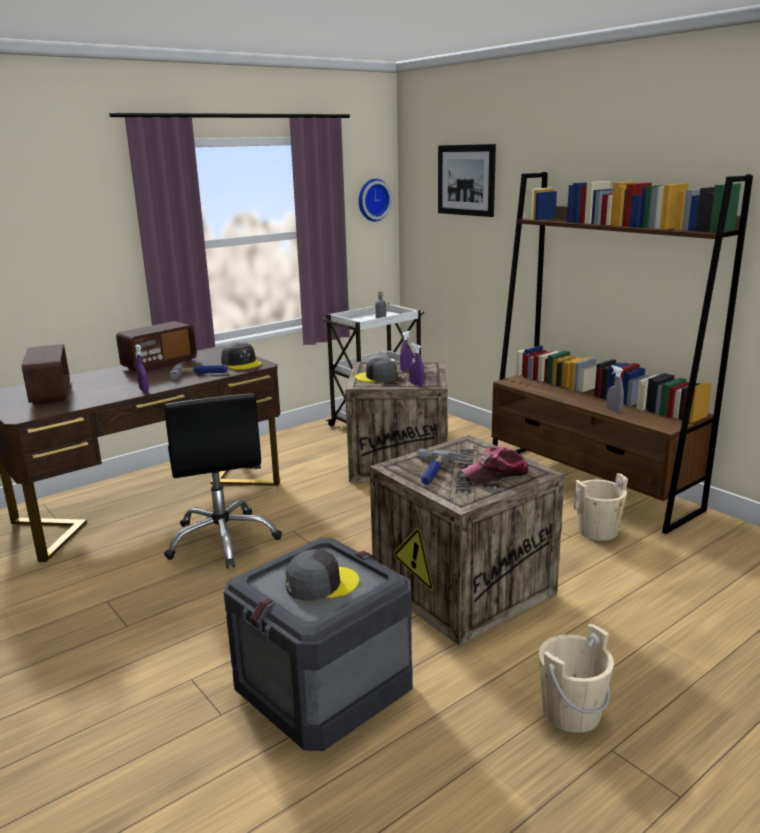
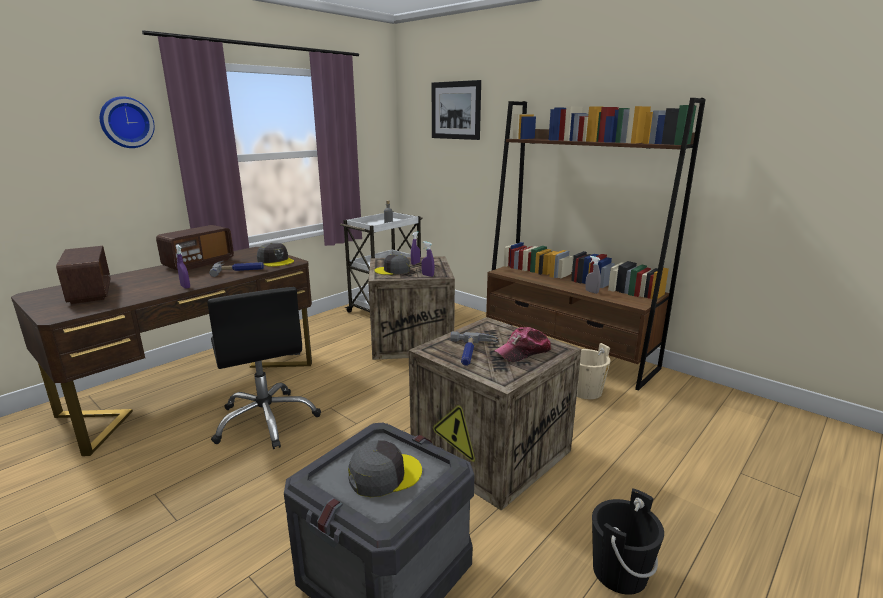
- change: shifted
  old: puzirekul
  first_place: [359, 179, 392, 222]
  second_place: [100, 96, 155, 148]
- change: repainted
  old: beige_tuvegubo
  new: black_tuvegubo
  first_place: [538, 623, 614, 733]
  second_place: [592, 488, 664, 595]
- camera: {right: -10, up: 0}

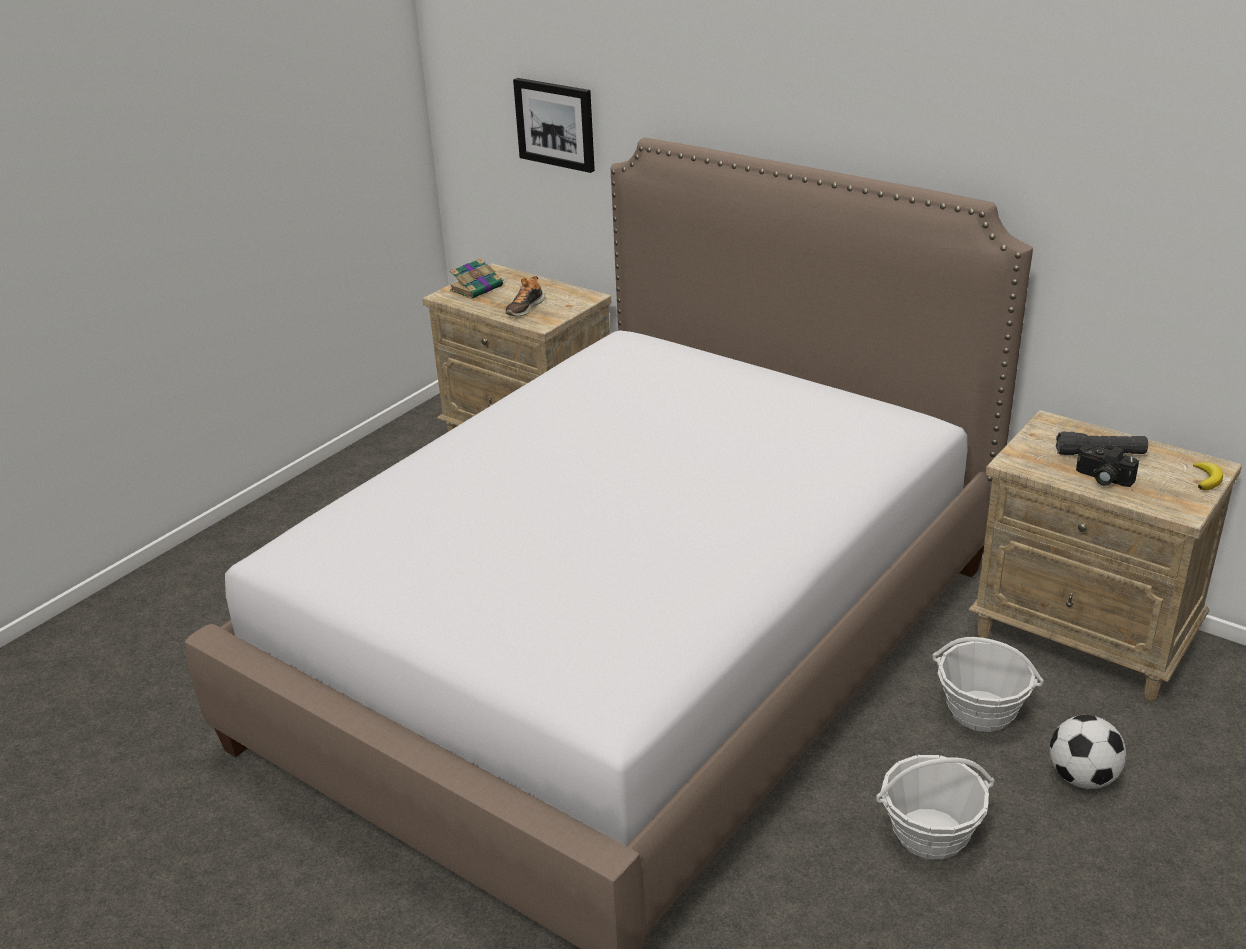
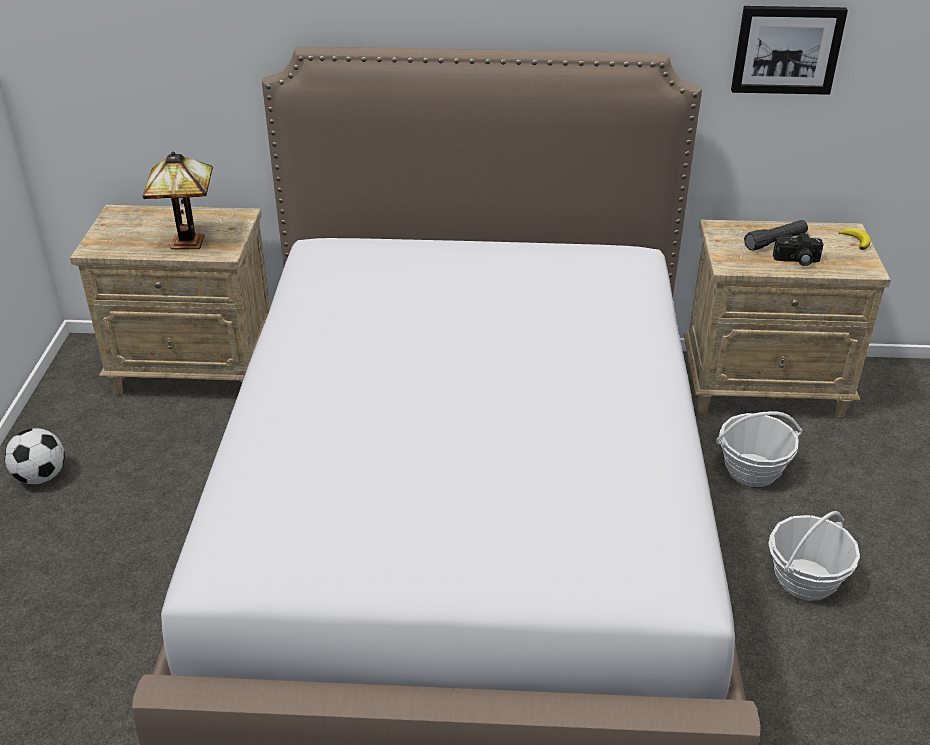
- change: shifted
  old: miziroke
  first_place: [1050, 715, 1126, 789]
  second_place: [4, 428, 65, 484]
- change: swapped
  old: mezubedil
  new: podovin
  first_place: [505, 276, 545, 316]
  second_place: [143, 152, 213, 249]
- change: shifted
  old: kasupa
  first_place: [513, 78, 595, 173]
  second_place: [731, 6, 848, 95]
- change: gone
  old: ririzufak
  first_place: [450, 258, 503, 299]
- camera: {right: -35, up: 5}

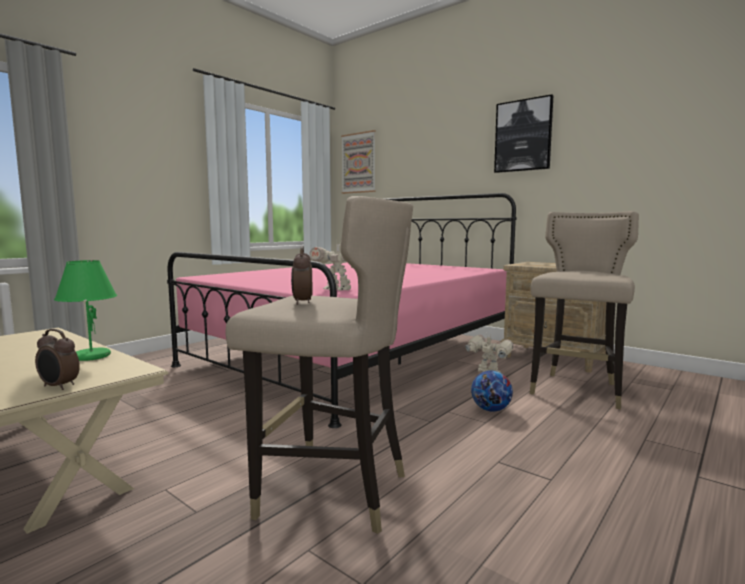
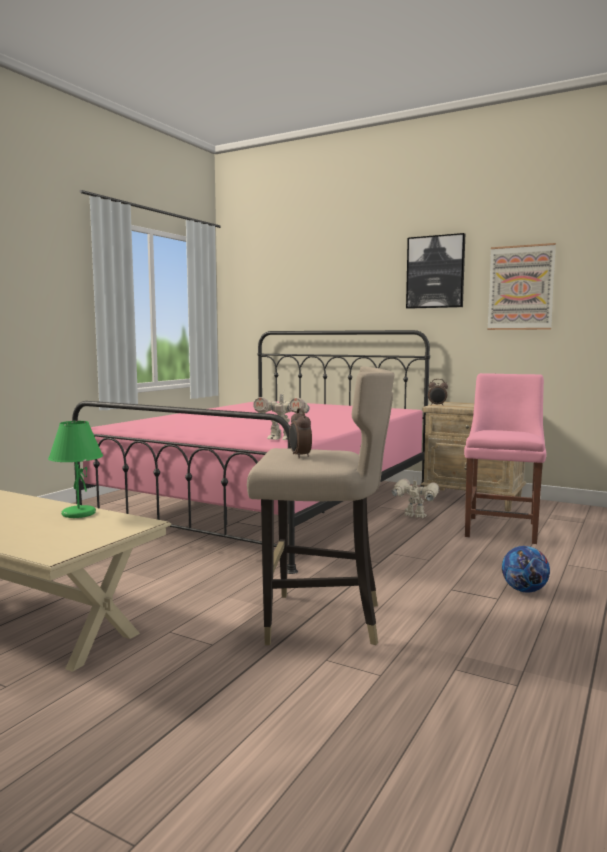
- change: shifted
  old: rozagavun
  first_place: [35, 329, 80, 390]
  second_place: [428, 379, 448, 406]
- change: swapped
  old: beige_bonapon
  new: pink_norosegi
  first_place: [530, 211, 639, 409]
  second_place: [464, 373, 546, 544]
- change: shifted
  old: kasupa
  first_place: [341, 130, 376, 194]
  second_place: [487, 243, 556, 330]
- change: shifted
  old: miziroke
  first_place: [471, 370, 513, 412]
  second_place: [502, 546, 550, 593]
- camera: {right: -10, up: 0}

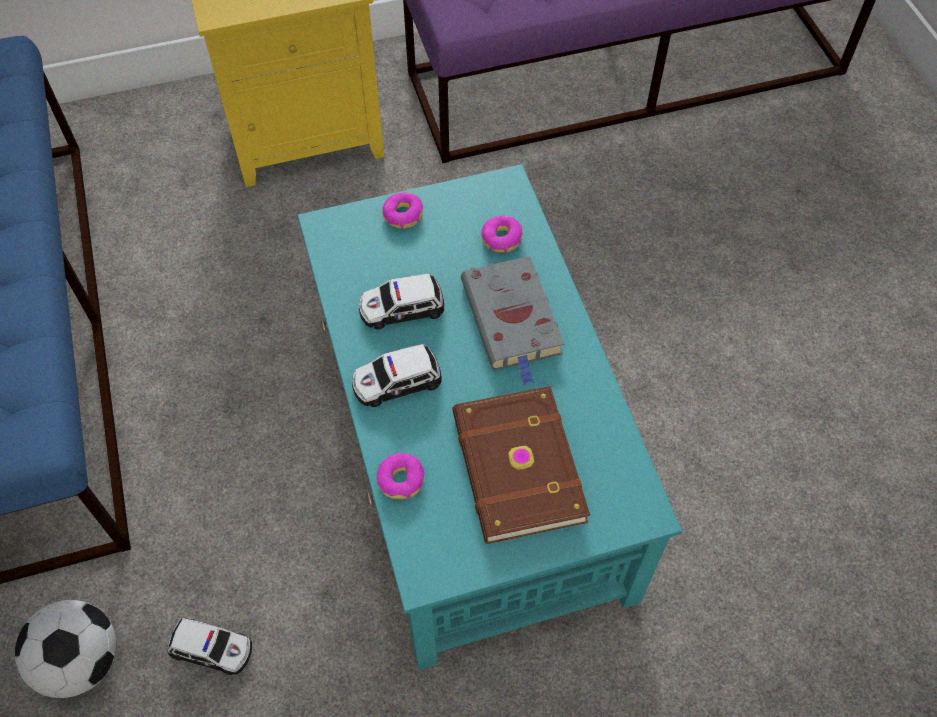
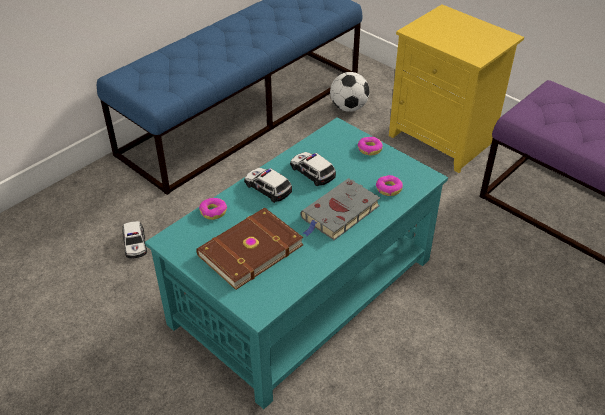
- change: shifted
  old: miziroke
  first_place: [15, 600, 116, 698]
  second_place: [330, 72, 369, 112]
- camera: {right: 60, up: -15}

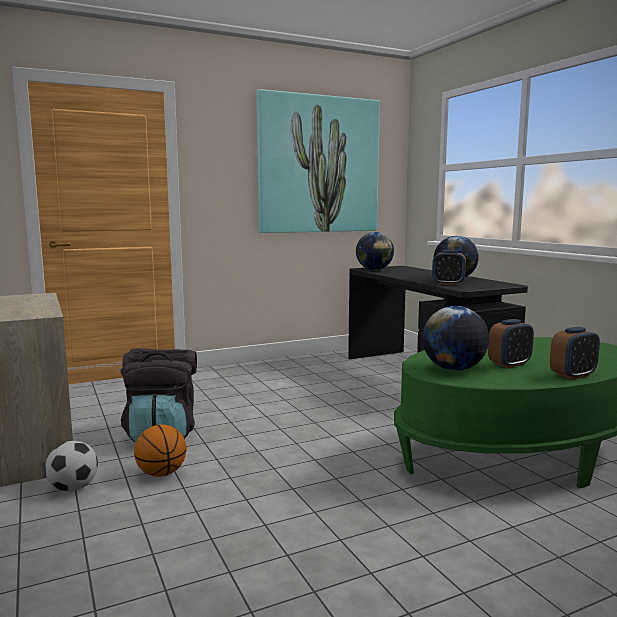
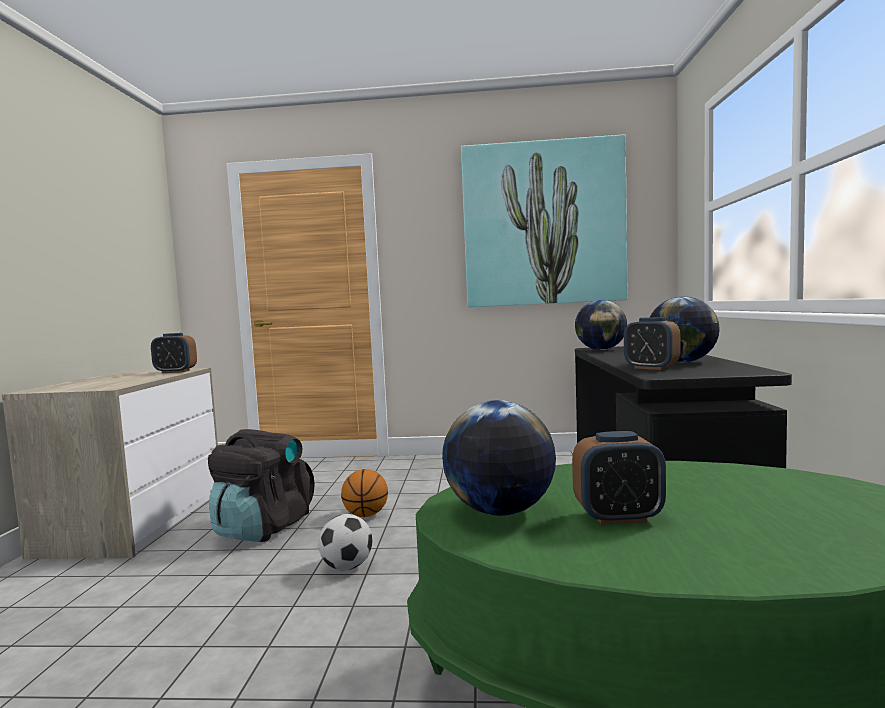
- change: shifted
  old: rozagavun
  first_place: [550, 327, 600, 380]
  second_place: [151, 333, 197, 373]
- change: shifted
  old: miziroke
  first_place: [45, 441, 98, 491]
  second_place: [319, 514, 372, 570]
- change: shifted
  old: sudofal
  first_place: [134, 425, 186, 477]
  second_place: [341, 469, 388, 517]
- camera: {right: 30, up: -5}

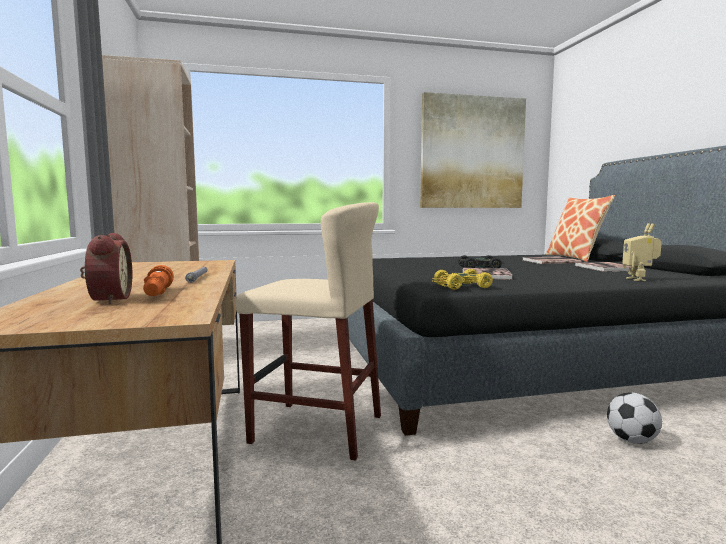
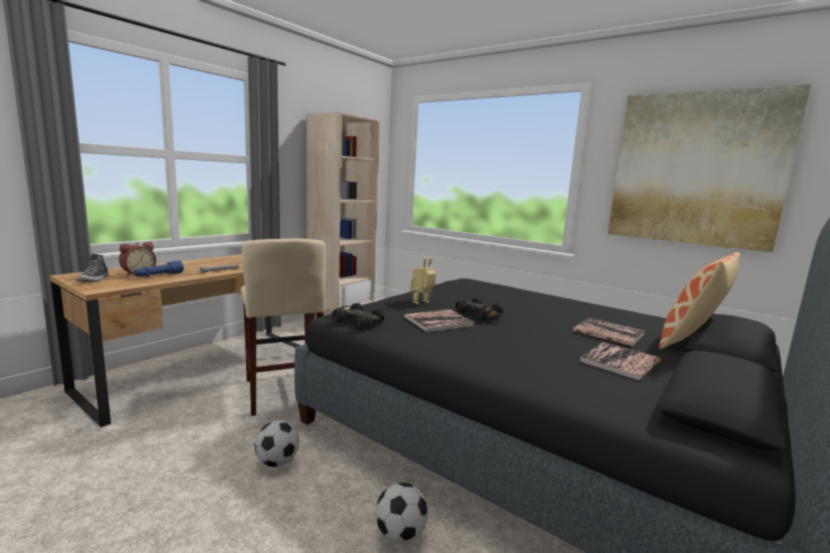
- change: new
  new: mezubedil
  second_place: [77, 254, 109, 282]
- change: repainted
  old: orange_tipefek
  new: blue_tipefek
  first_place: [143, 265, 174, 296]
  second_place: [133, 261, 184, 277]
- change: new
  new: miziroke
  second_place: [255, 420, 299, 467]
- change: repainted
  old: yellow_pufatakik
  new: black_pufatakik
  first_place: [432, 269, 493, 290]
  second_place: [332, 303, 385, 329]
- change: shifted
  old: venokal
  first_place: [622, 223, 662, 281]
  second_place: [410, 257, 436, 304]
- camera: {right: 50, up: 5}

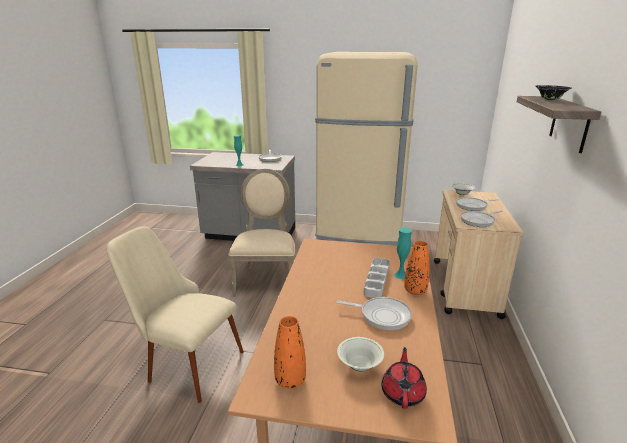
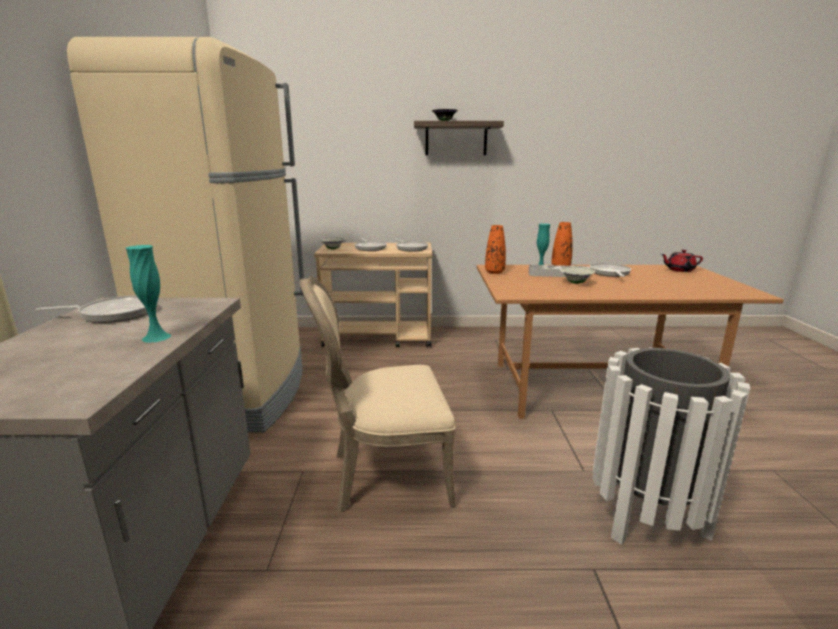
- change: shifted
  old: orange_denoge
  first_place: [274, 316, 306, 389]
  second_place: [485, 225, 506, 274]
- change: shifted
  old: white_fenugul
  first_place: [337, 337, 384, 372]
  second_place: [560, 266, 595, 284]
- change: swapped
  old: beige_norosegi
  new: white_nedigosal
  first_place: [107, 226, 244, 403]
  second_place: [593, 348, 750, 545]
- camera: {right: -100, up: -5}

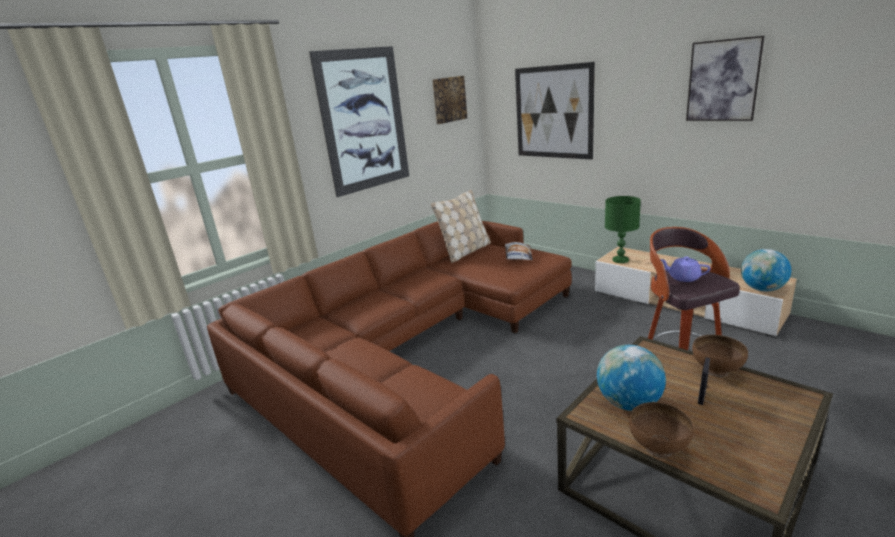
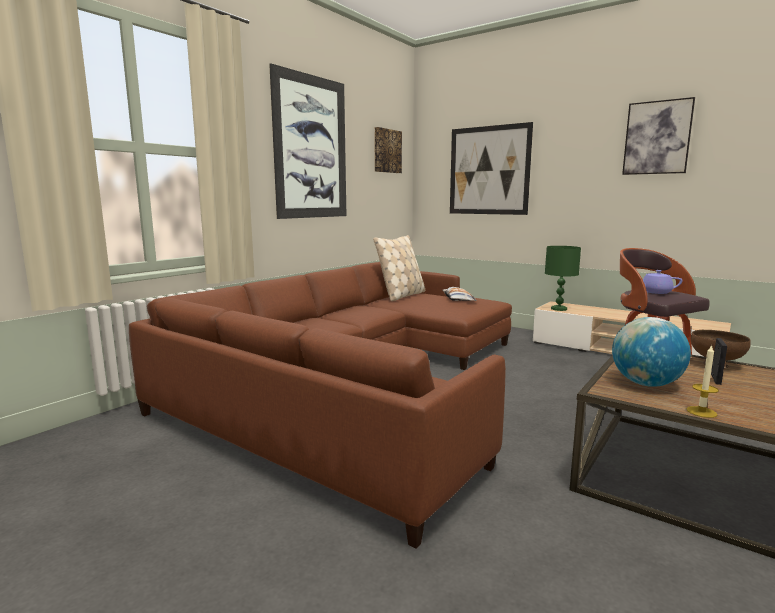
- change: swapped
  old: brown_fenugul
  new: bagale
  first_place: [629, 402, 694, 458]
  second_place: [687, 344, 719, 418]
- change: gone
  old: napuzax
  first_place: [741, 249, 791, 291]
- camera: {right: -10, up: -10}

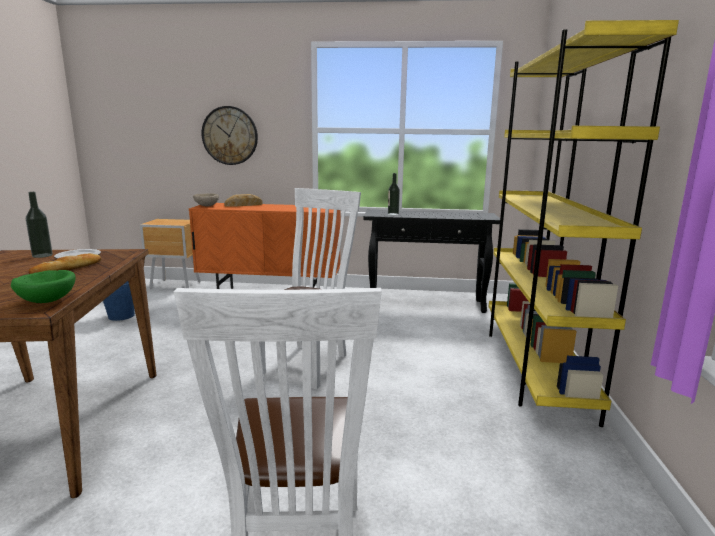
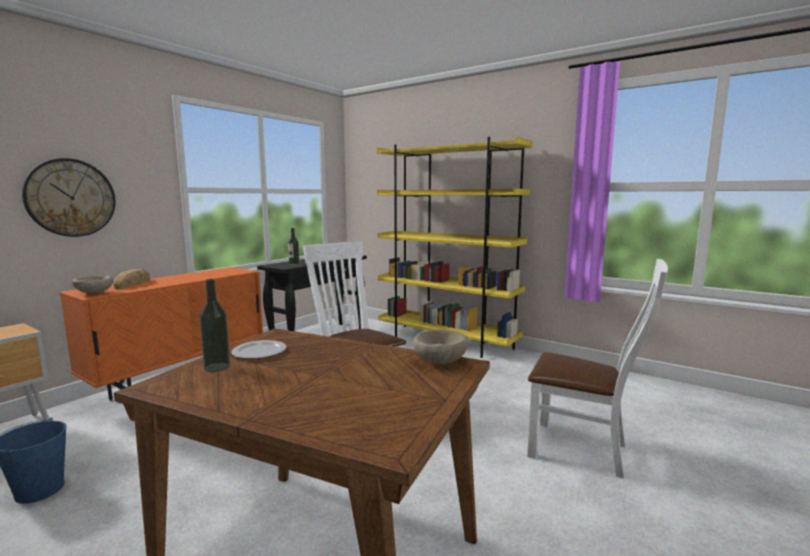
- change: repainted
  old: green_fenugul
  new: beige_fenugul
  first_place: [11, 270, 76, 303]
  second_place: [413, 330, 469, 364]
- change: gone
  old: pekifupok
  first_place: [29, 253, 101, 274]
- camera: {right: -60, up: -5}

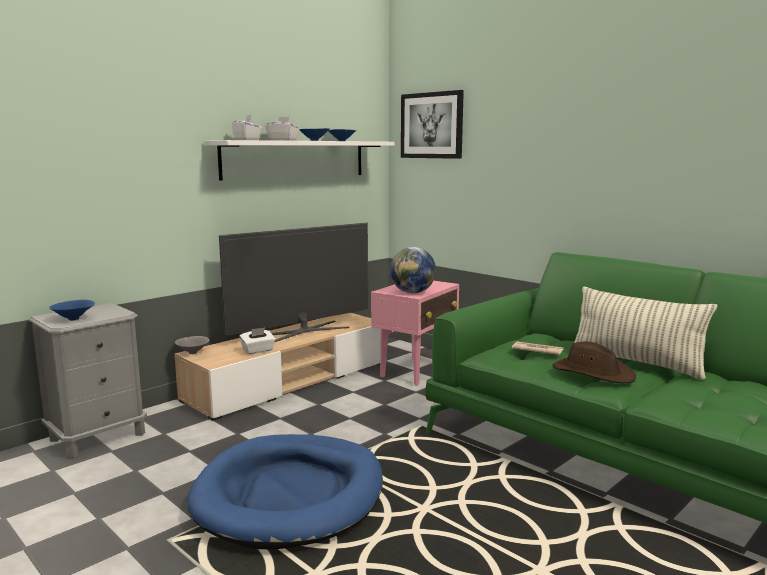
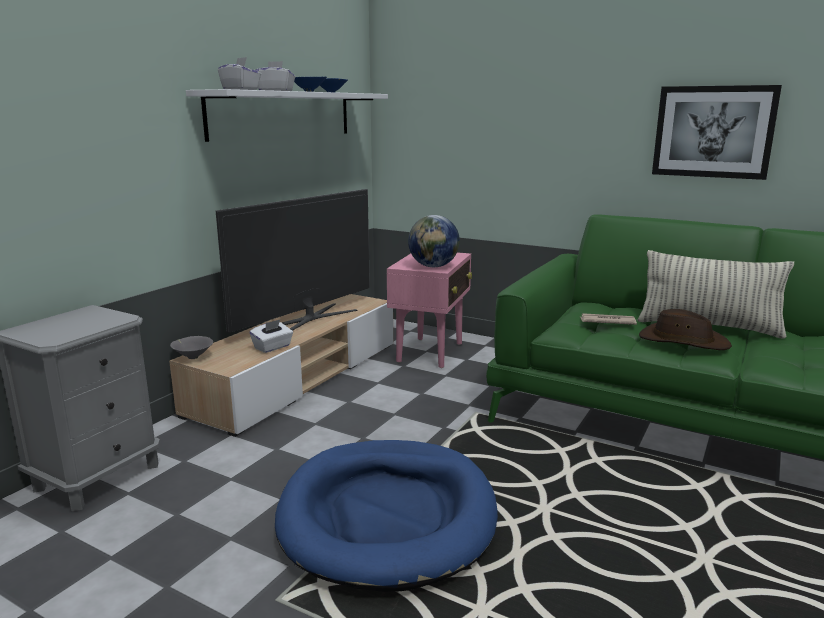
- change: shifted
  old: kasupa
  first_place: [401, 90, 464, 159]
  second_place: [652, 85, 782, 180]
- change: gone
  old: blue_fenugul
  first_place: [49, 300, 95, 321]
- camera: {right: -15, up: 5}

